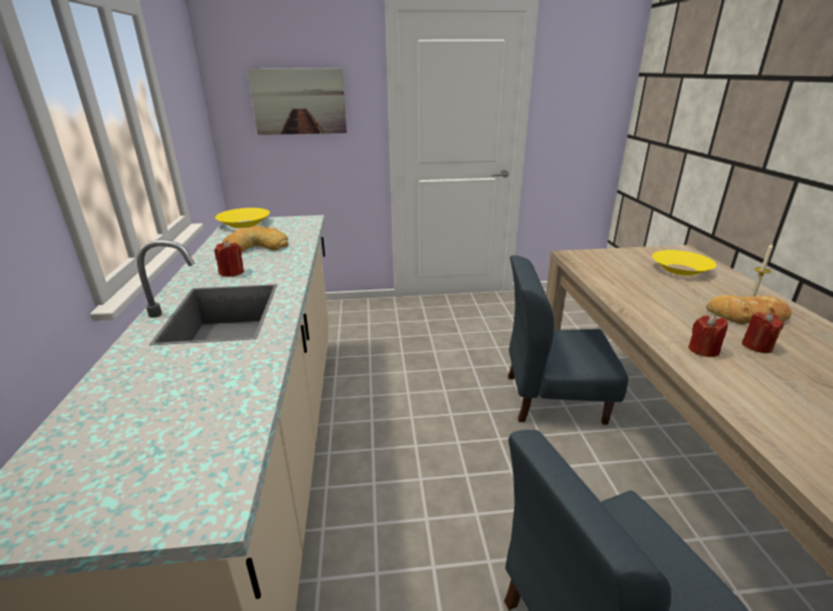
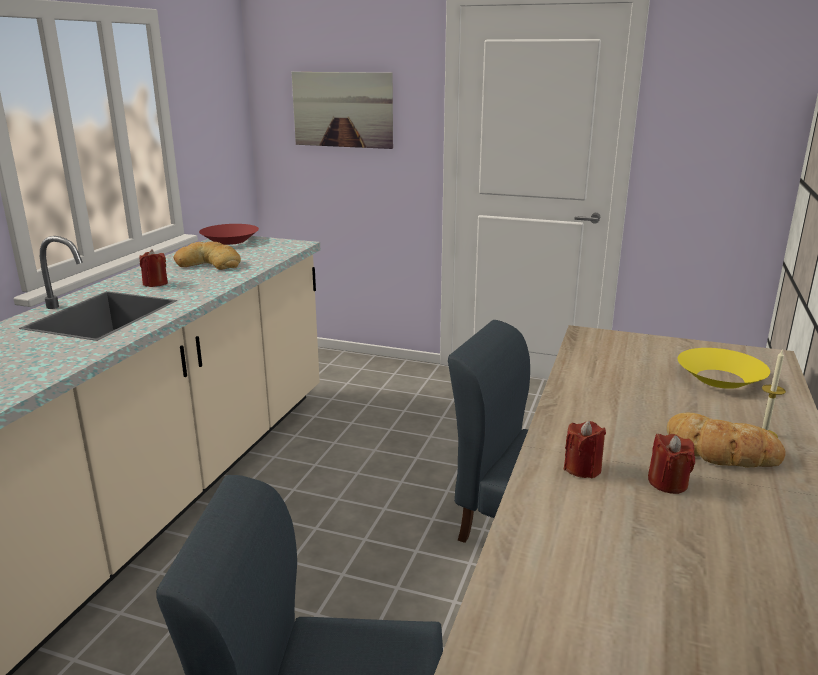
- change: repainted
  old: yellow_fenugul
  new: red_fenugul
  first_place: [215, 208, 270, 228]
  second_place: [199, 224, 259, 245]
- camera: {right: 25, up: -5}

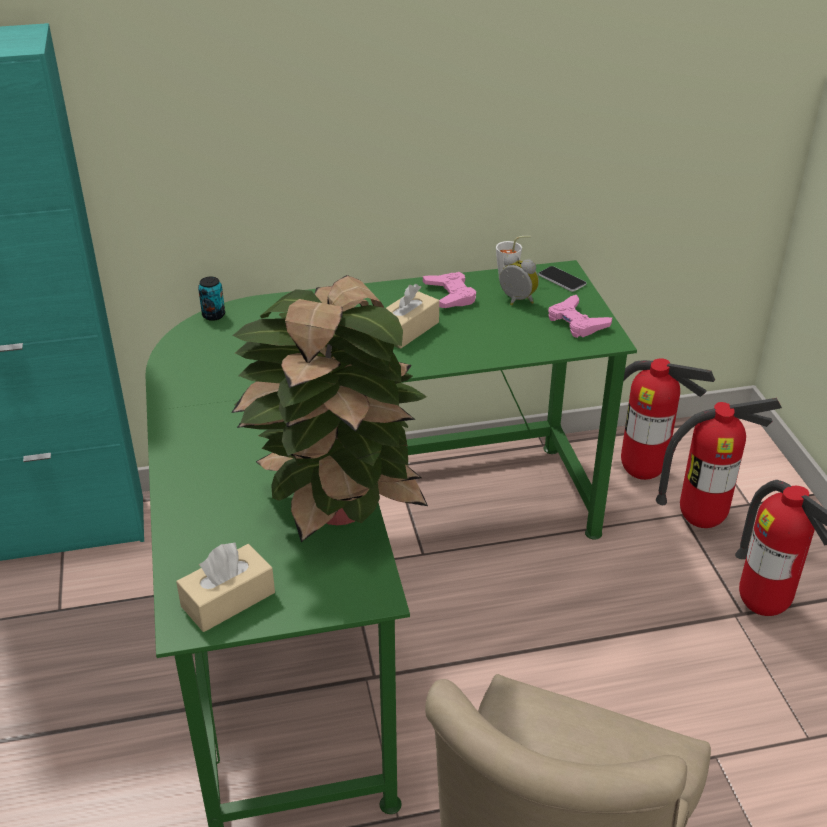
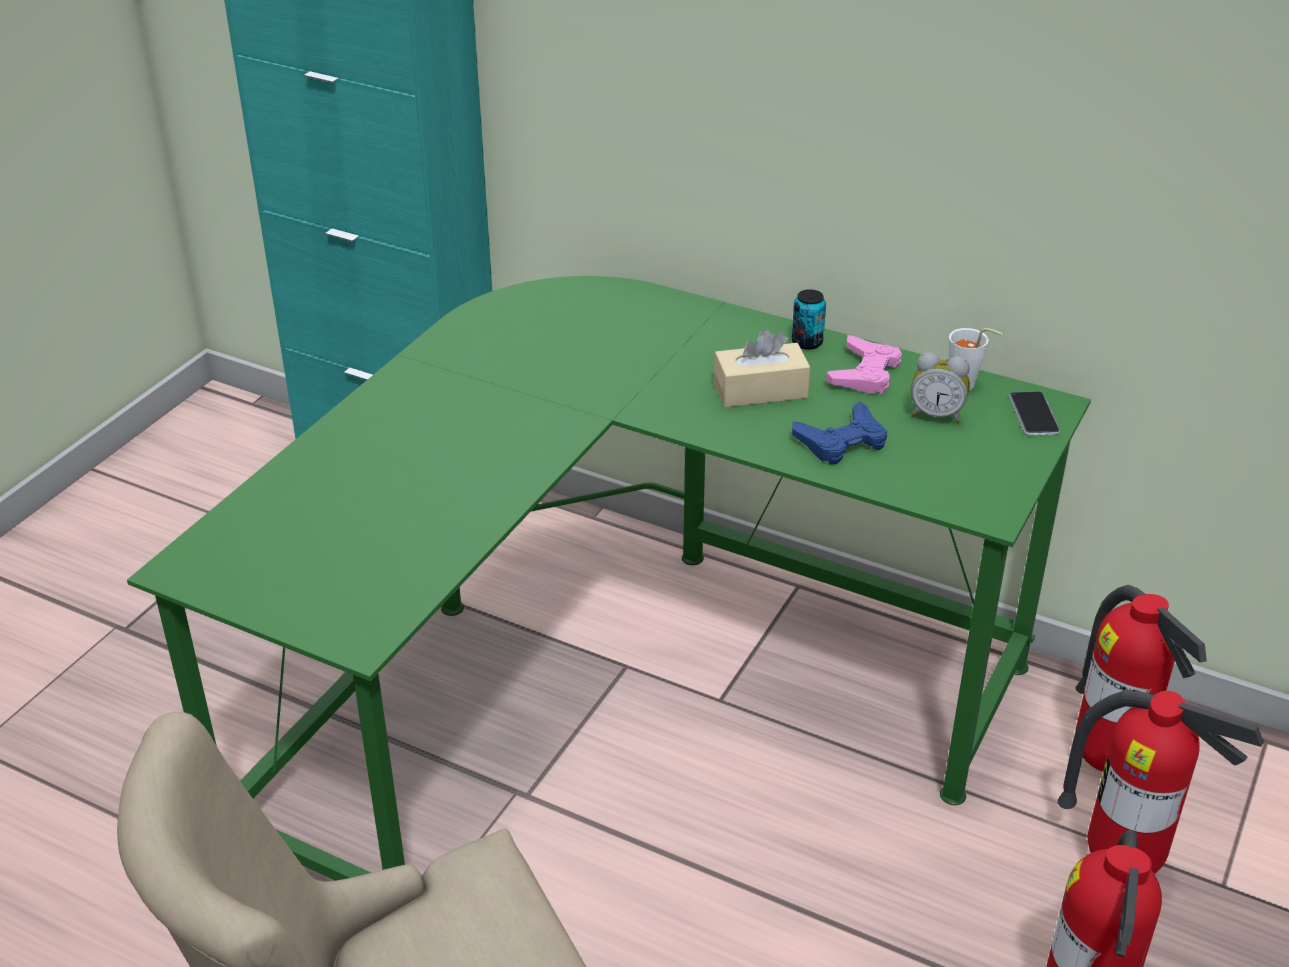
- change: shifted
  old: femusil
  first_place: [198, 276, 225, 321]
  second_place: [792, 289, 826, 350]
- change: new
  new: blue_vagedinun
  second_place: [792, 401, 887, 464]
- change: rotated
  old: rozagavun
  first_place: [499, 254, 539, 306]
  second_place: [911, 352, 970, 423]
  degrees: 120
- change: gone
  old: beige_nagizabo
  first_place: [176, 542, 275, 632]
- change: gone
  old: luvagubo
  first_place: [231, 275, 428, 542]
- change: gone
  old: pink_vagedinun
  first_place: [548, 295, 612, 338]
- camera: {right: 40, up: 0}

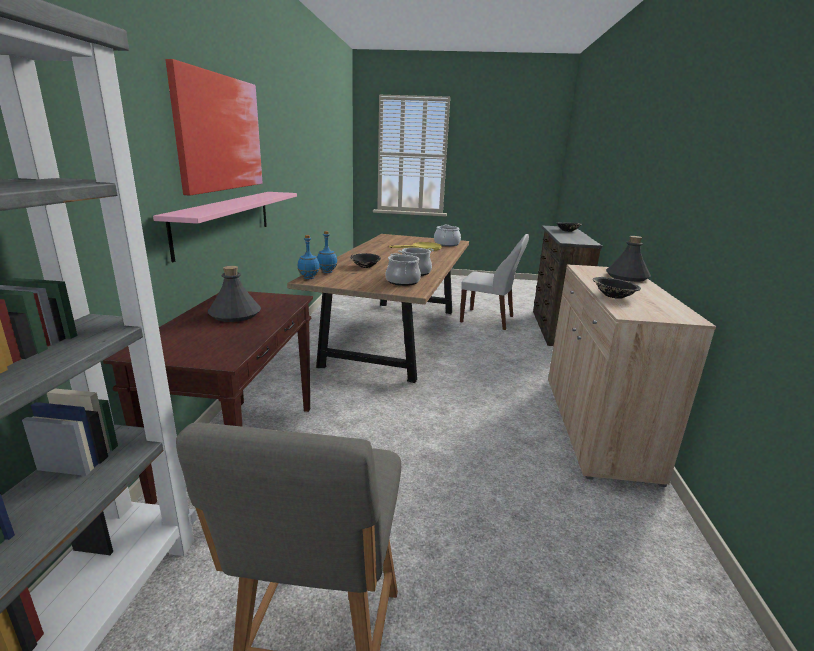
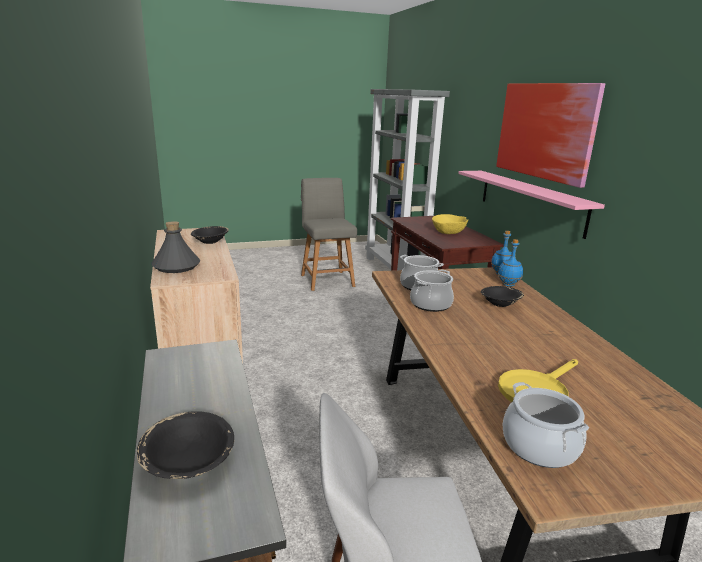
- change: swapped
  old: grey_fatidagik
  new: yellow_fenugul
  first_place: [208, 266, 261, 322]
  second_place: [432, 214, 468, 234]
- camera: {right: 155, up: 0}

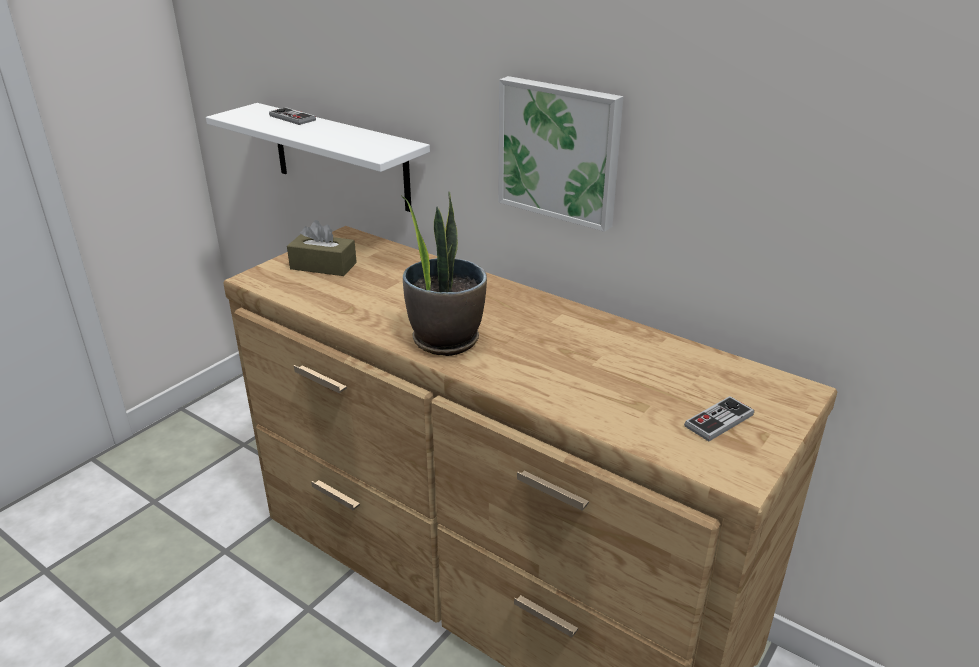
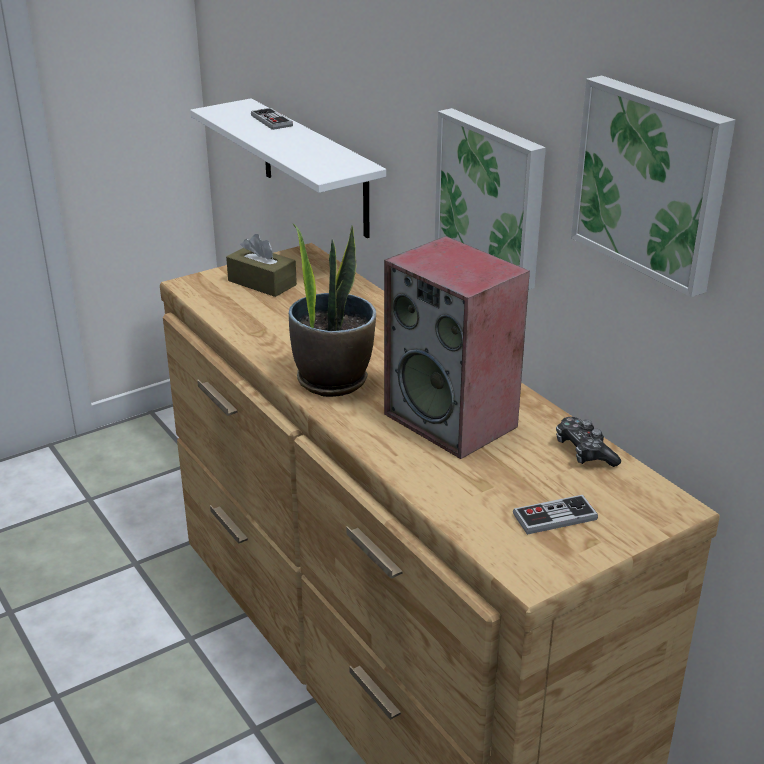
- change: new
  new: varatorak
  second_place: [384, 236, 530, 459]
- change: new
  new: vagedinun
  second_place: [556, 417, 621, 467]
- change: new
  new: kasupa
  second_place: [571, 76, 735, 297]
- camera: {right: 20, up: 0}

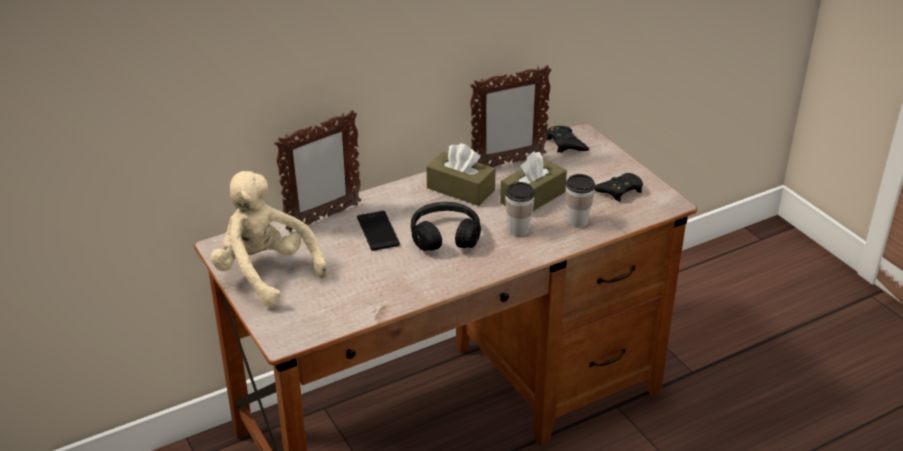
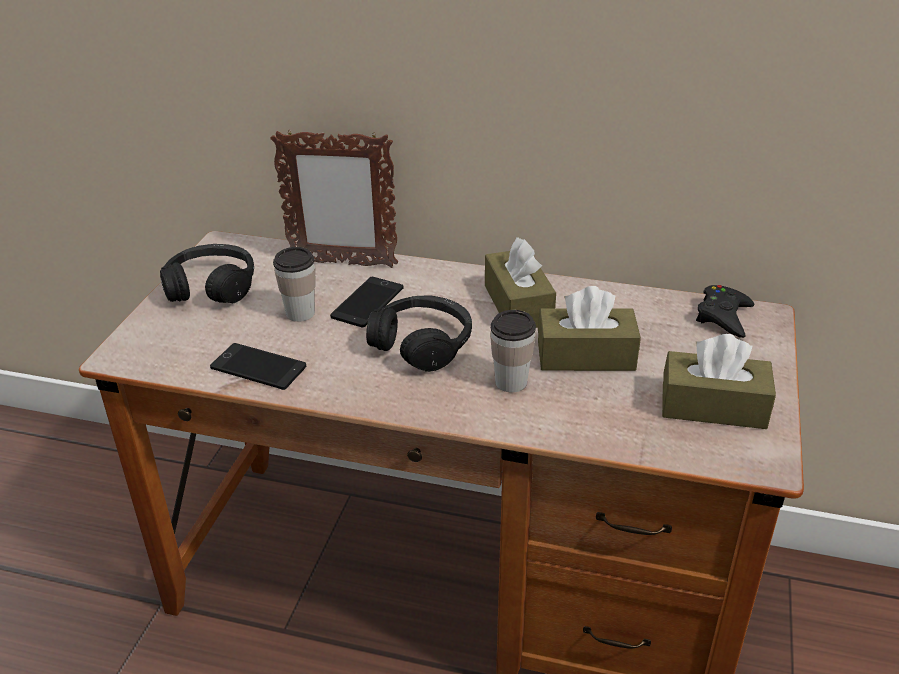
- change: swapped
  old: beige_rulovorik
  new: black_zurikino
  first_place: [210, 171, 328, 307]
  second_place: [160, 244, 254, 303]
- change: new
  new: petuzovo
  second_place: [210, 343, 306, 390]
- change: shifted
  old: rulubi
  first_place: [565, 174, 595, 228]
  second_place: [273, 247, 315, 322]
- change: swapped
  old: black_vagedinun
  new: brown_nagizabo
  first_place: [595, 173, 643, 202]
  second_place: [662, 334, 776, 429]
- change: gone
  old: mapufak
  first_place: [470, 65, 551, 167]
- camera: {right: 45, up: 0}

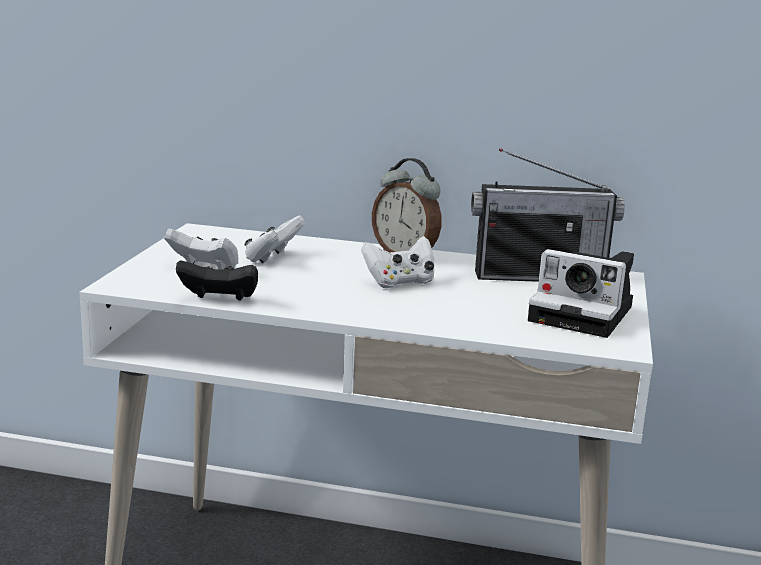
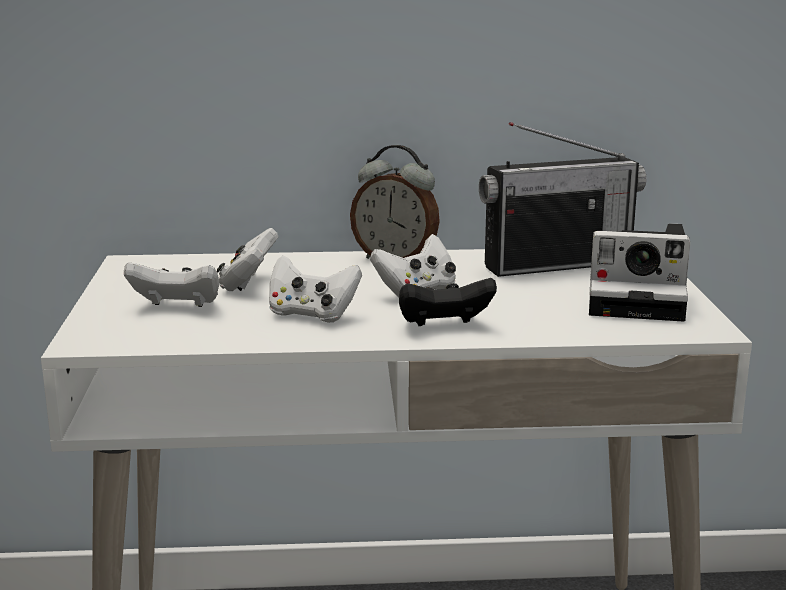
- change: new
  new: white_vagedinun
  second_place: [269, 255, 362, 322]
- change: shifted
  old: black_vagedinun
  first_place: [176, 260, 258, 301]
  second_place: [399, 278, 497, 326]
- camera: {right: -15, up: 0}

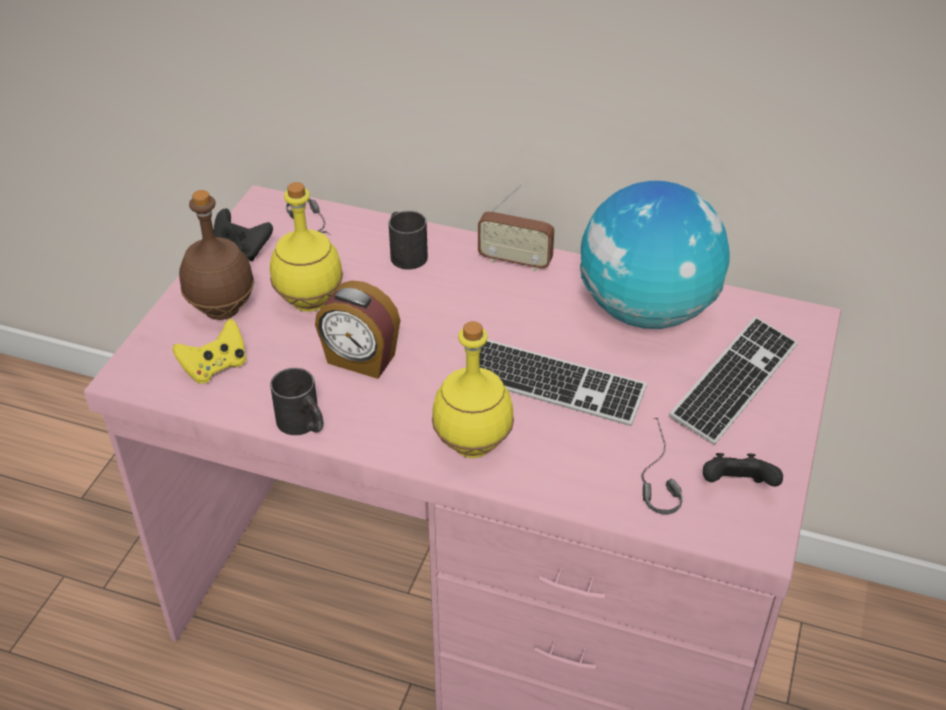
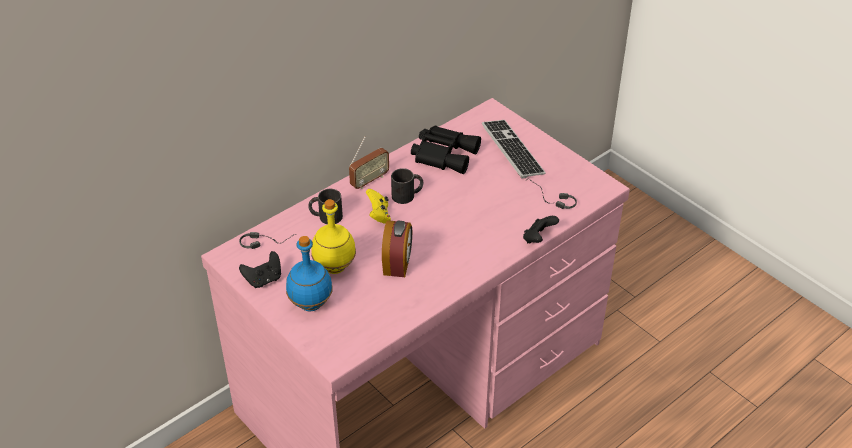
- change: repainted
  old: brown_fatidagik
  new: blue_fatidagik
  first_place: [179, 190, 254, 320]
  second_place: [286, 236, 333, 311]
- change: shifted
  old: yellow_vagedinun
  first_place: [172, 319, 246, 384]
  second_place: [366, 189, 391, 224]
- change: rotated
  old: rozagavun
  first_place: [315, 280, 401, 379]
  second_place: [382, 220, 412, 277]
  degrees: -45
- change: shifted
  old: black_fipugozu
  first_place: [270, 368, 324, 435]
  second_place: [391, 168, 423, 204]
- change: swapped
  old: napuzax
  new: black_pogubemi
  first_place: [580, 181, 730, 329]
  second_place: [411, 125, 481, 174]
- change: shifted
  old: black_vagedinun
  first_place: [703, 453, 783, 487]
  second_place: [523, 216, 559, 243]
- change: gone
  old: yellow_fatidagik
  first_place: [432, 321, 514, 458]
- change: gone
  old: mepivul
  first_place: [479, 339, 647, 426]
- camera: {right: -60, up: 0}

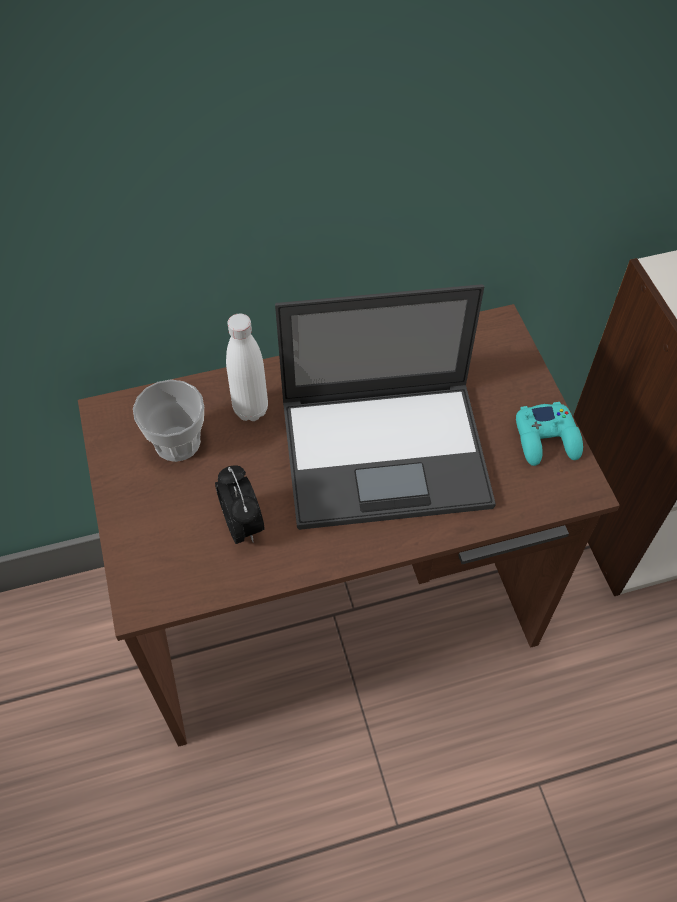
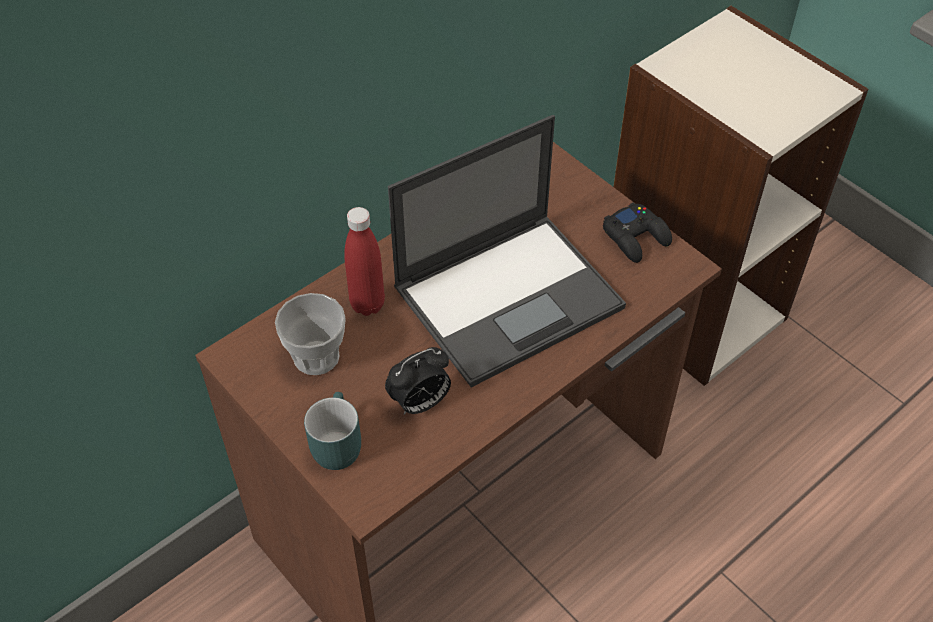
- change: new
  new: turquoise_fipugozu
  second_place: [304, 392, 361, 470]
- change: repainted
  old: white_fatidagik
  new: red_fatidagik
  first_place: [226, 314, 268, 421]
  second_place: [344, 207, 385, 316]
- change: rotated
  old: rozagavun
  first_place: [215, 465, 265, 544]
  second_place: [385, 347, 451, 415]
  degrees: 105
- change: repainted
  old: turquoise_vagedinun
  new: black_vagedinun
  first_place: [516, 402, 583, 466]
  second_place: [603, 202, 672, 263]
- camera: {right: -25, up: -5}

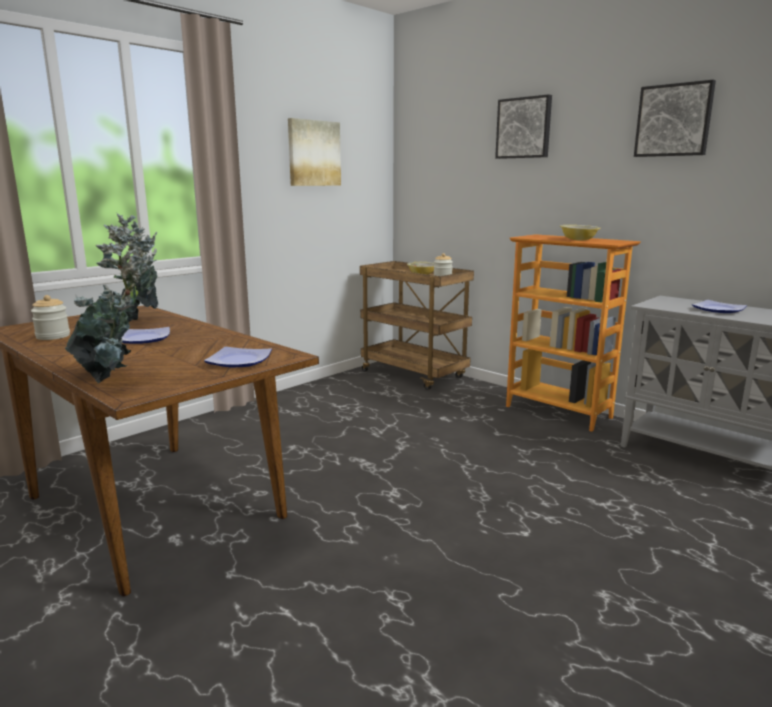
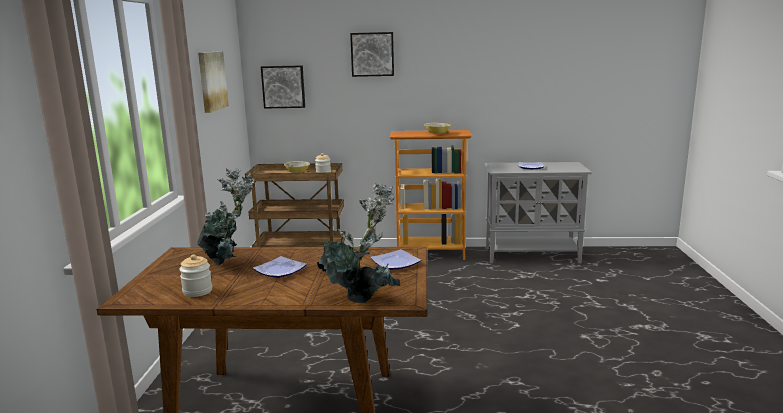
- change: shifted
  old: kasupa
  first_place: [634, 80, 716, 157]
  second_place: [261, 65, 305, 109]
- camera: {right: -40, up: 0}

